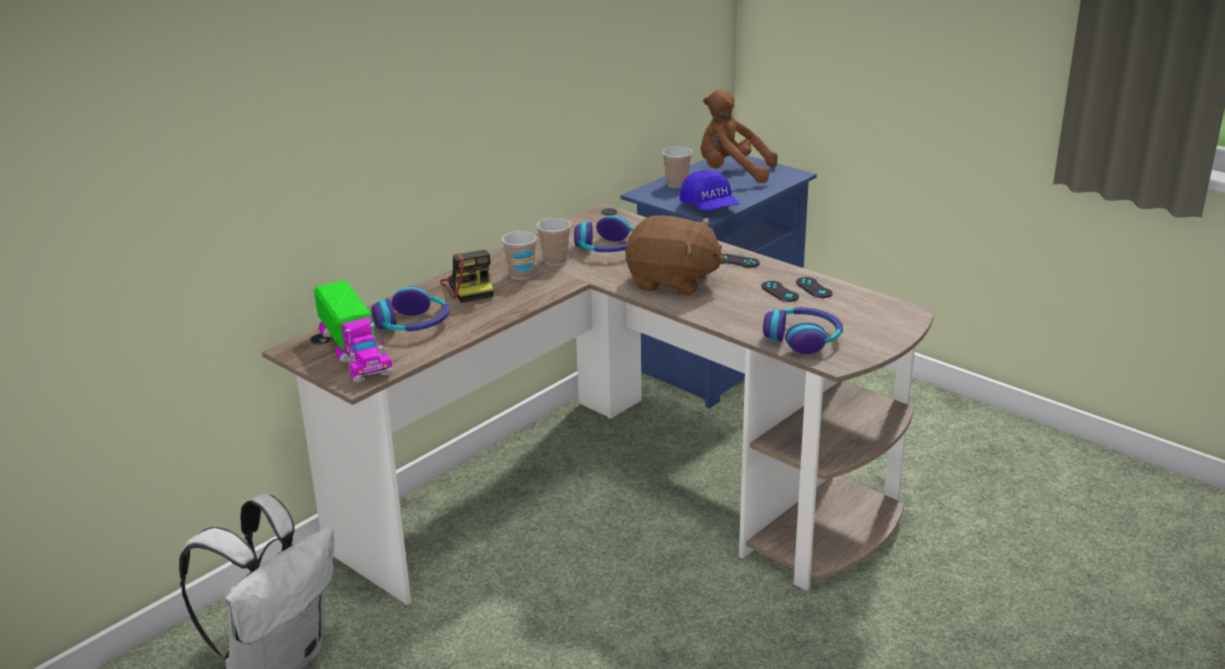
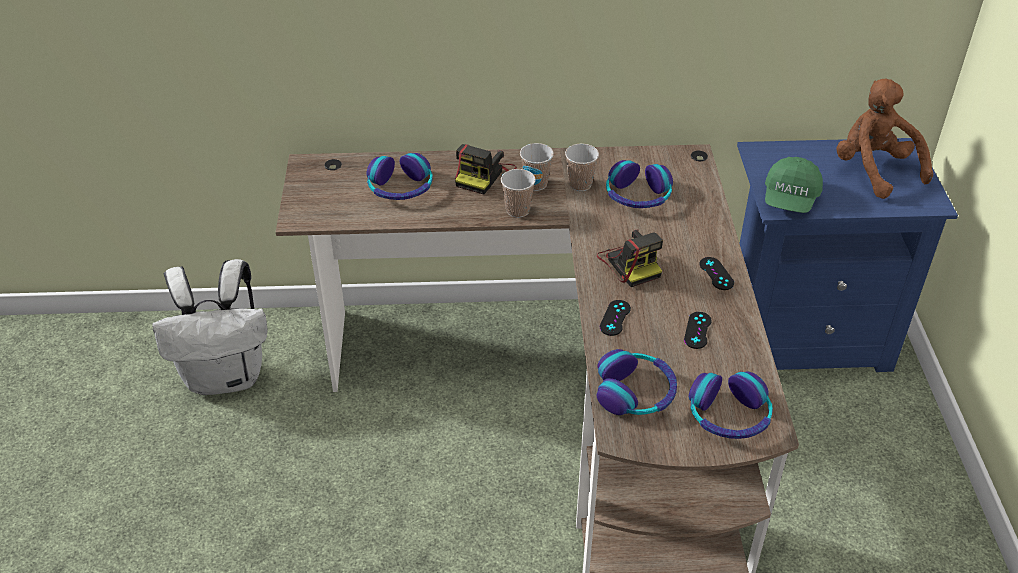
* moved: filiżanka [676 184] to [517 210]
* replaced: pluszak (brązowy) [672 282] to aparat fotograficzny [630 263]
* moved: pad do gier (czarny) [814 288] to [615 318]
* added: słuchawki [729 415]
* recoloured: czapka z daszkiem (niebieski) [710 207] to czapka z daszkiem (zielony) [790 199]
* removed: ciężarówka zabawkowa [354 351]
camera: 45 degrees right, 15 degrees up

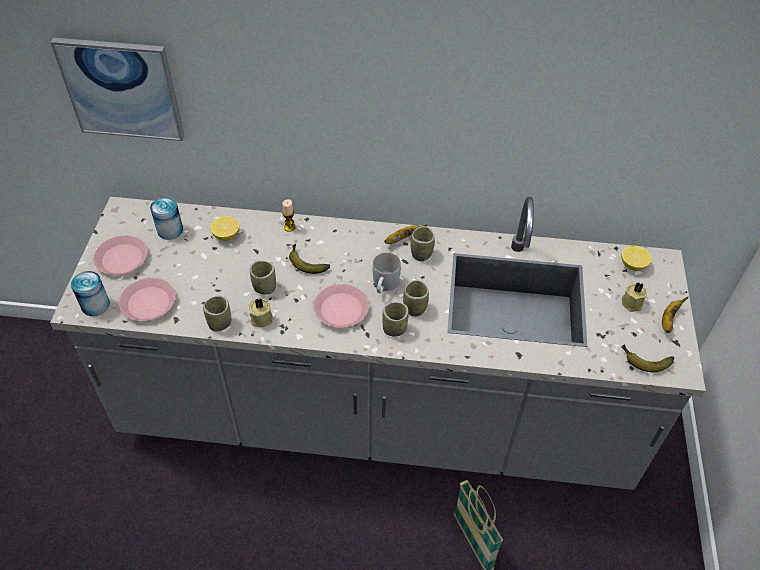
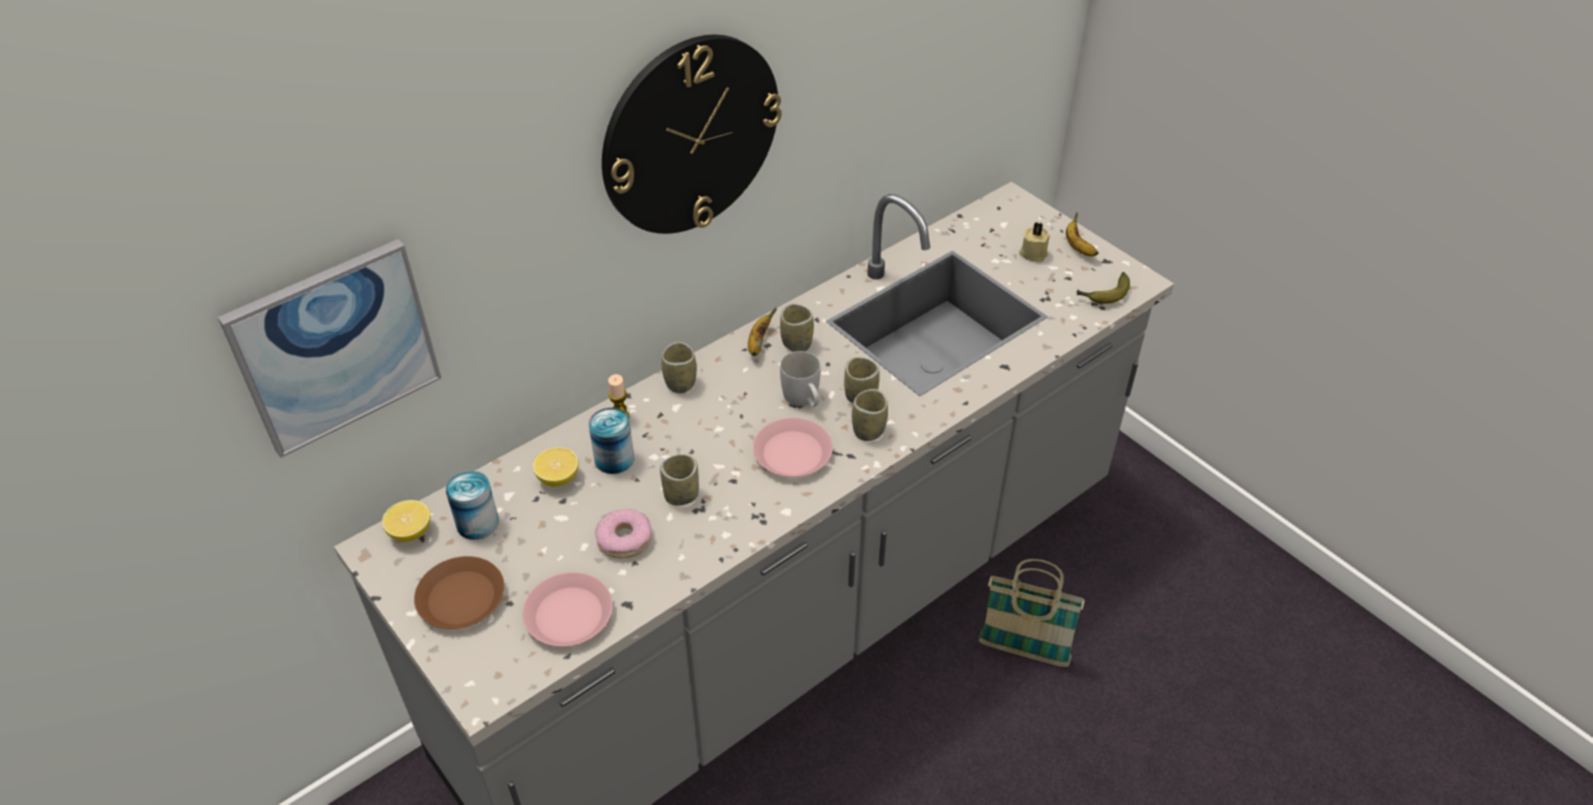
* moved: cytryna [633 265] to [411 532]
* recoloured: talerz (różowy) [122 259] to talerz (brązowy) [461 598]
* moved: puszka [95 305] to [614 459]
* added: donut [624 539]
* added: zegar ścienny [690 135]
* moved: filiżanka [220 323] to [680 383]
* removed: świeca (beżowy) [261 318]
* removed: banan [305 263]
camera: 45 degrees left, 5 degrees down

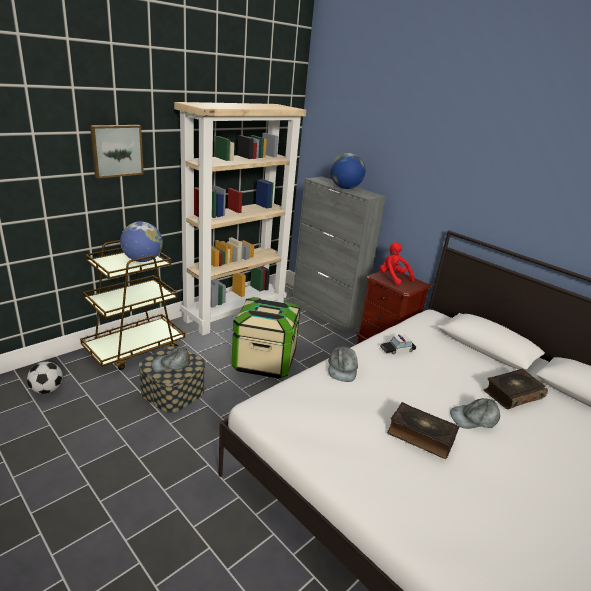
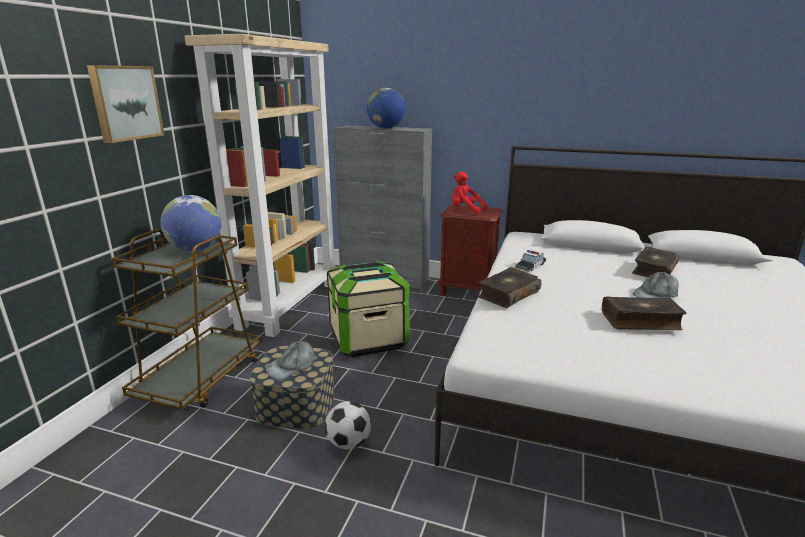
* moved: piłka futbolowa [47 390] to [348 443]
* replaced: czapka z daszkiem (szary) [342 368] to książka [507 294]
camera: 25 degrees left, 5 degrees down

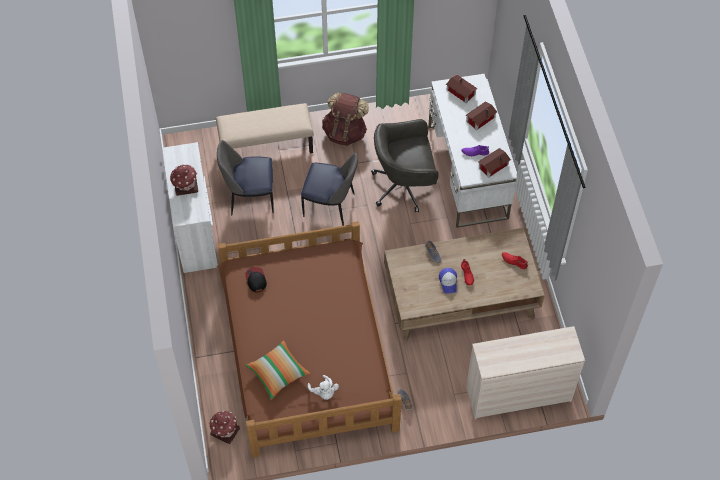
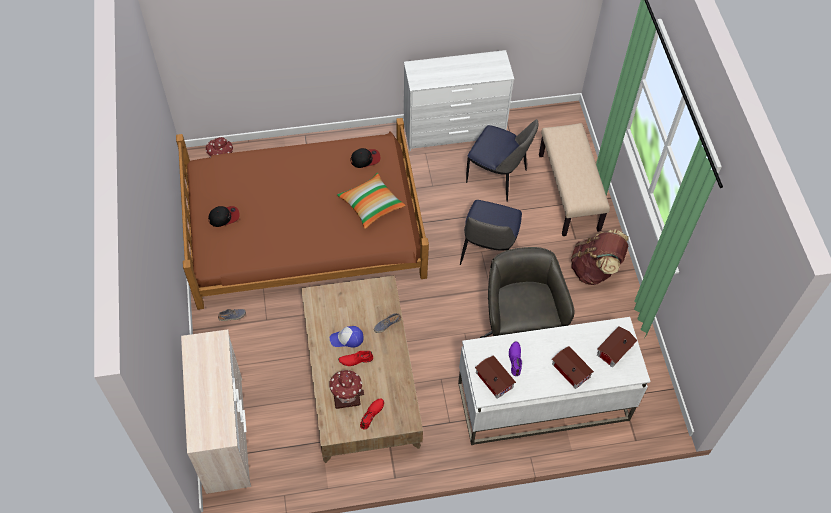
* replaced: pluszak (biały) [324 392] to czapka z daszkiem [224 217]
* moved: domek [185 186] to [346 394]
* moved: poduszka [278 373] to [371 205]
* turned: krzesło [250 198] = [498 177] 120 degrees clockwise
camera: 90 degrees right, 0 degrees up

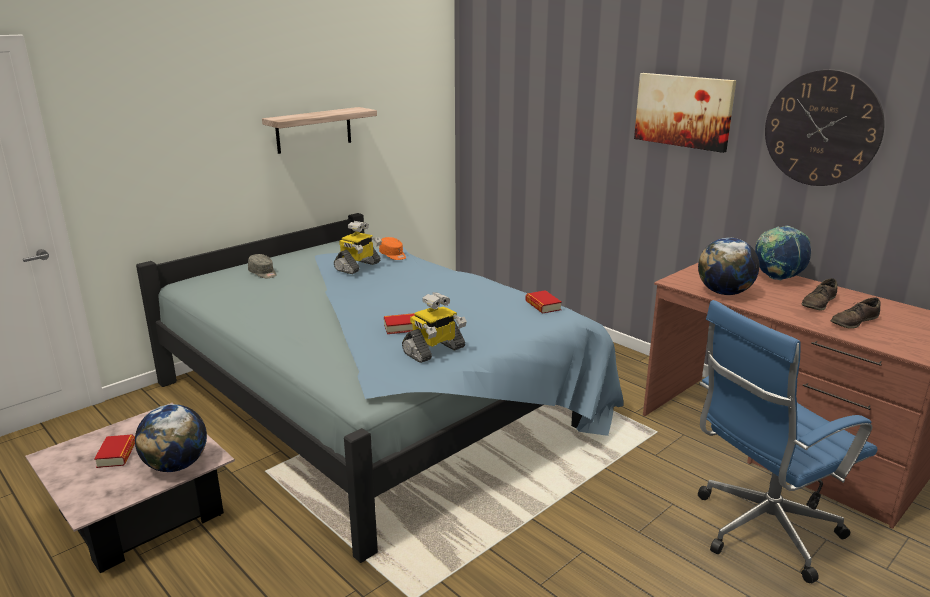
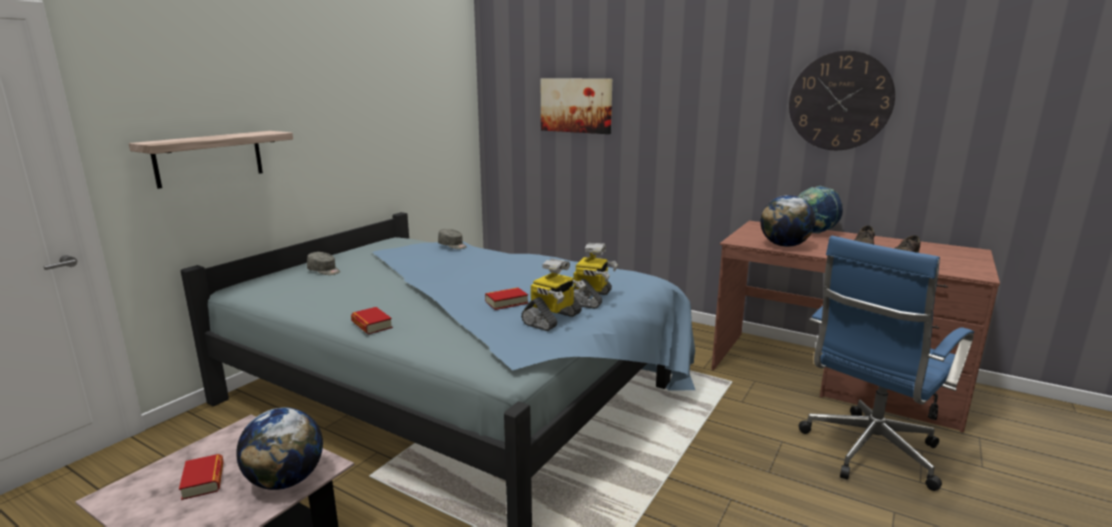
* moved: półka [314 130] to [209 158]
* moved: książka [543 305] to [371 325]
* recoloured: czapka z daszkiem (pomarańczowy) [393 255] to czapka z daszkiem (szary) [453 245]
* moved: obraz [683 111] to [576 105]
* moved: robot zabawkowy [358 266] to [591 299]
camera: 15 degrees left, 5 degrees down

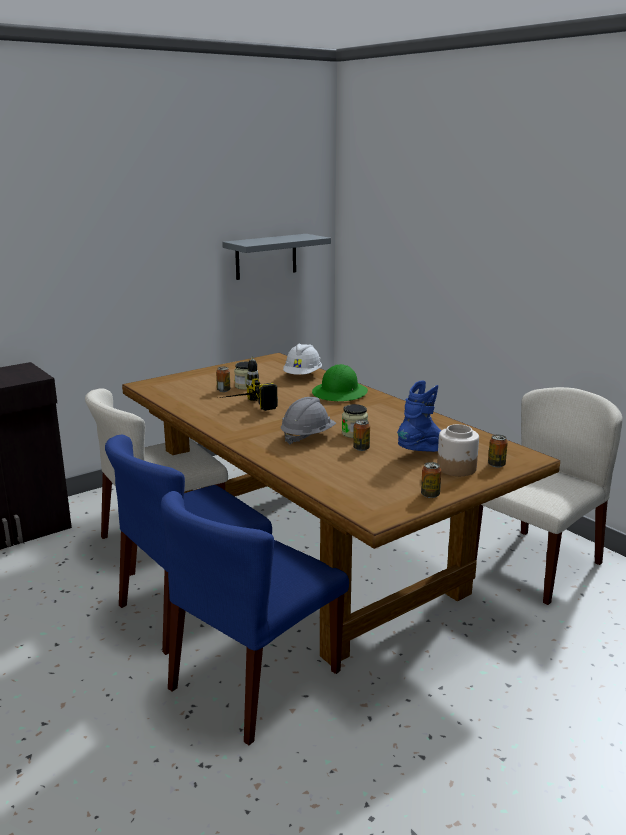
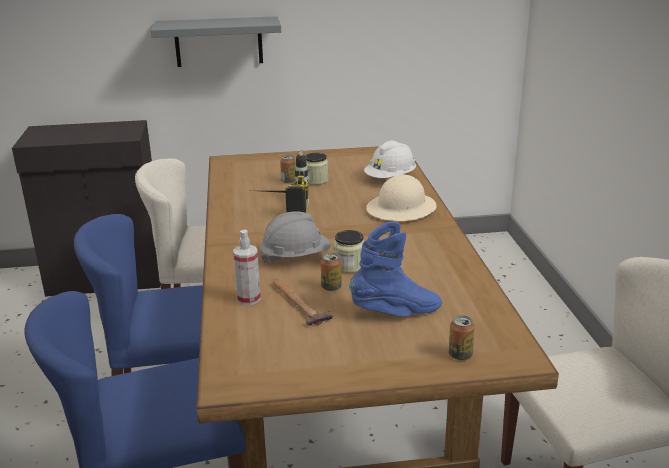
* moved: półka (szary) [266 256] to [218 42]
* added: spryskiwacz [248 299]
* added: młotek [298 303]
* recoloured: kask (zielony) [340 393] to kask (beżowy) [401 209]
* removed: puszka [430 495]
* removed: słoik [457 468]
camera: 30 degrees right, 5 degrees up

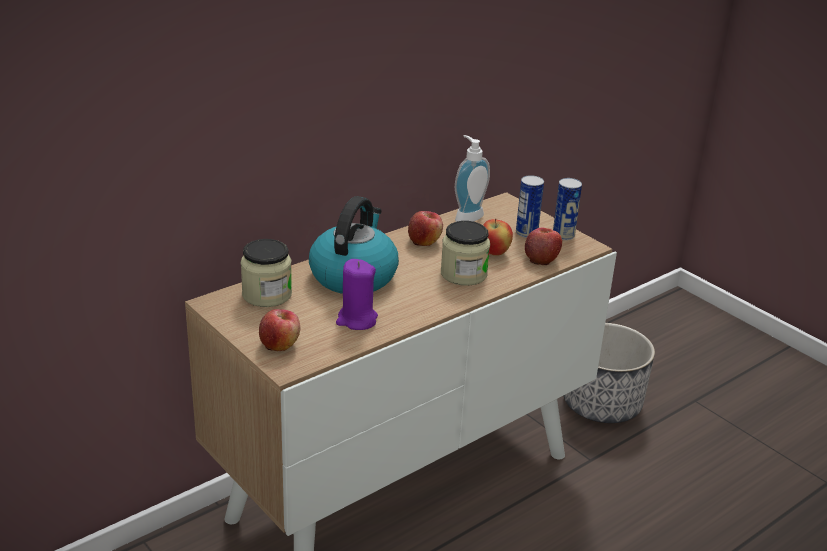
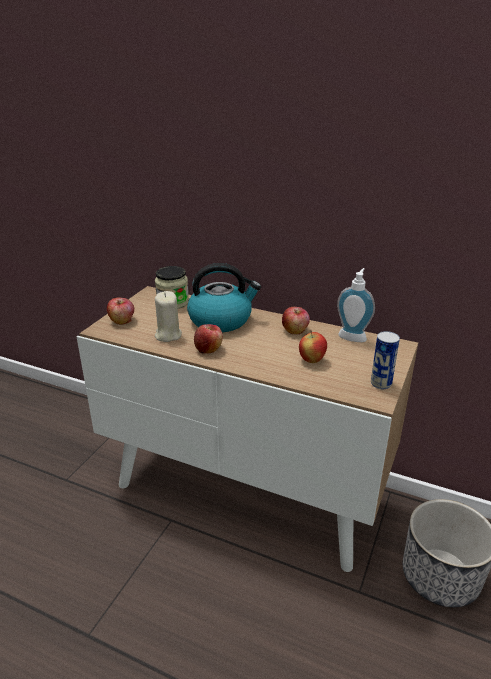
* recoloured: świeca (fioletowy) [356 320] to świeca (beżowy) [168 335]
* moved: jabłko [541 258] to [208 349]
* removed: słoik [463 274]
* removed: puszka [526 233]
camera: 65 degrees right, 0 degrees up

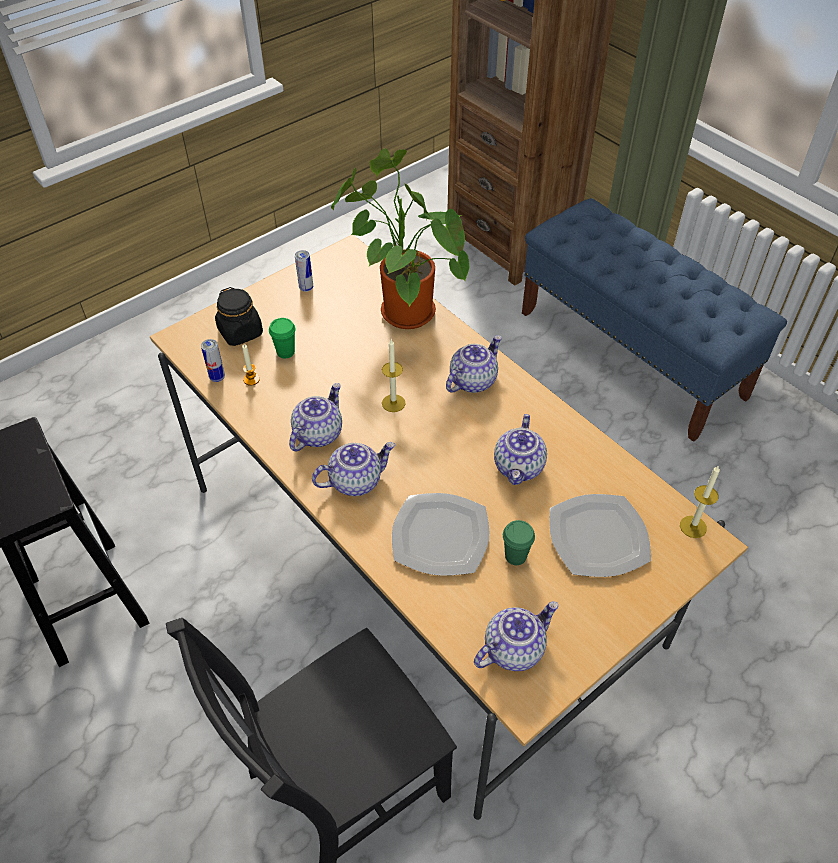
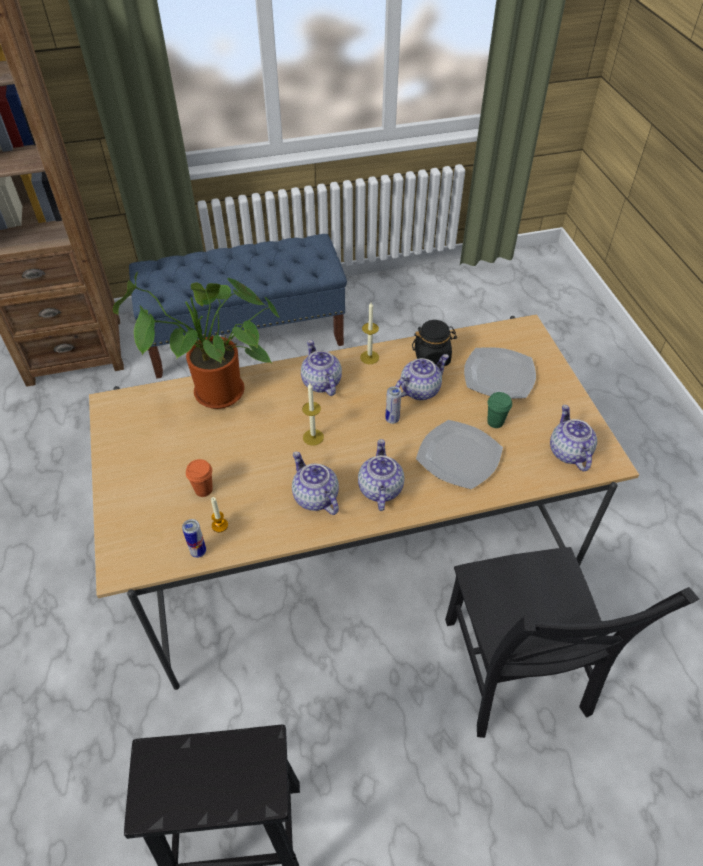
* recoloured: filiżanka (zielony) [285 352] to filiżanka (pomarańczowy) [203 490]
* moved: świeca [693 526] to [369 357]
* moved: puszka [306 288] to [392 419]
* turned: imbryk [519 467] = [419 390] 75 degrees counterclockwise
* moved: słoik (czarny) [240 332] to [432 357]
camera: 65 degrees left, 0 degrees up

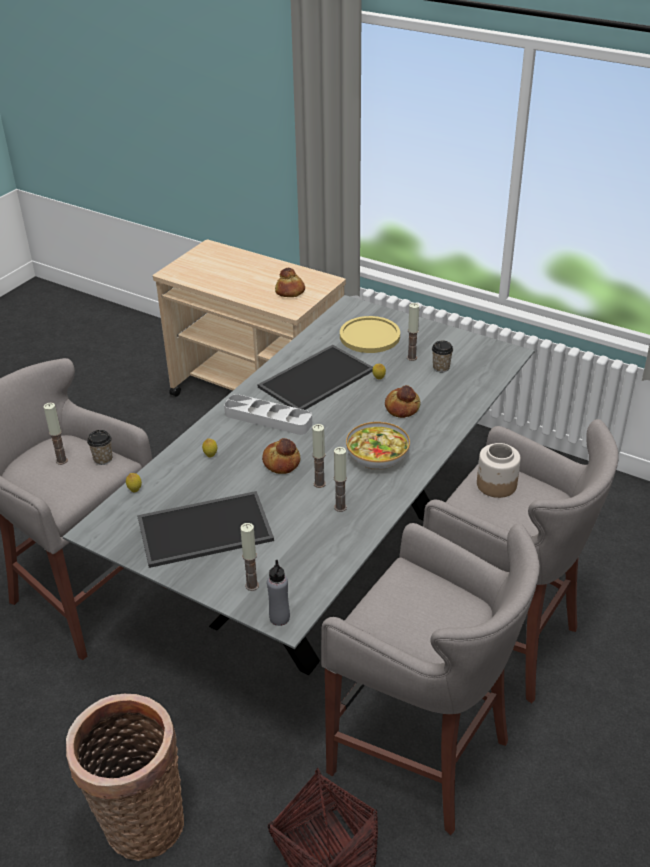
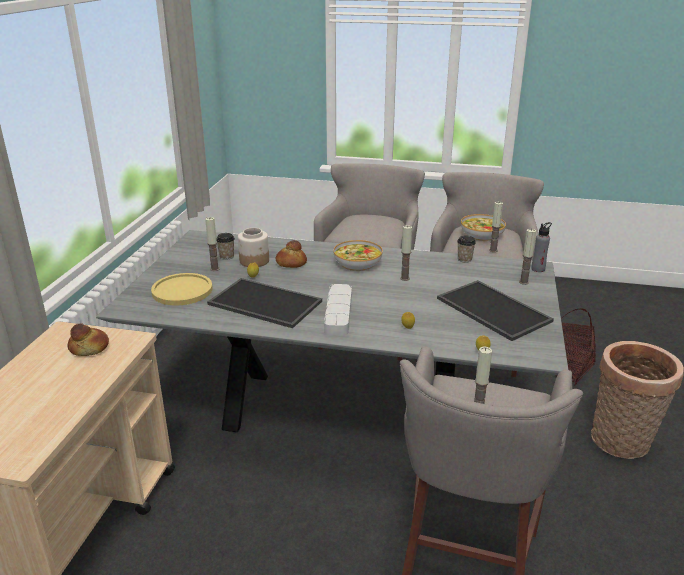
* moved: słoik [496 485] to [254 261]
* moved: filiżanka [103 459] to [464 259]
* added: miska [481 235]
* moved: świeca [340 507] to [493 250]
* removed: chleb [282 462]
camera: 110 degrees left, 10 degrees down

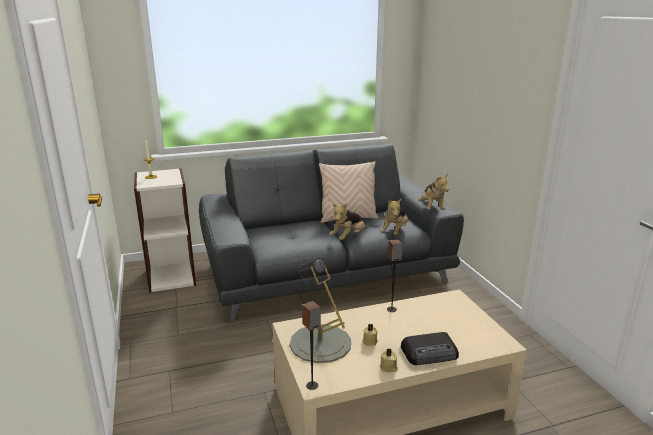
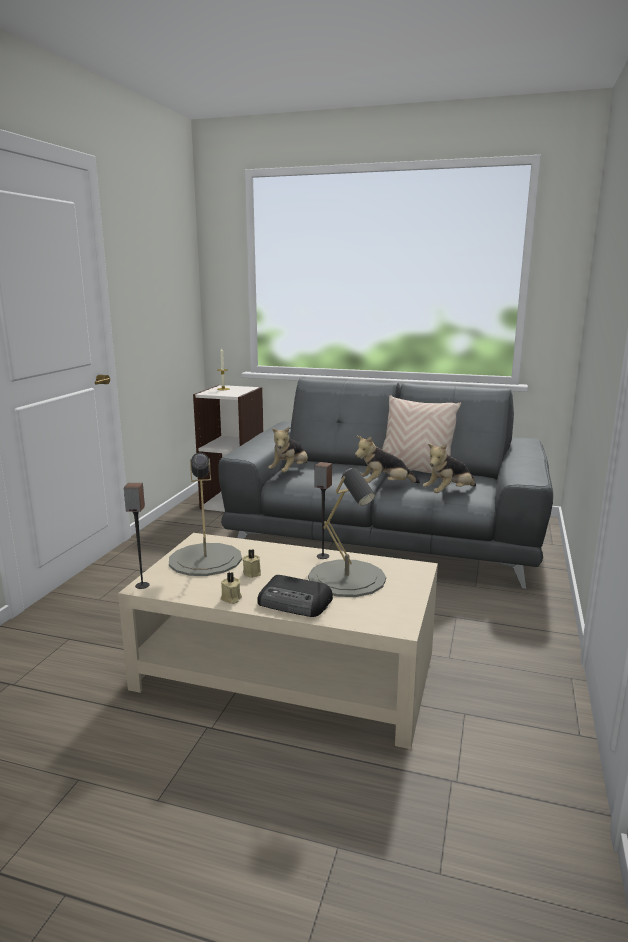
* moved: pluszak [431 208] to [290 472]
* added: lampa stołowa (szary) [347 578]
camera: 35 degrees right, 5 degrees down

